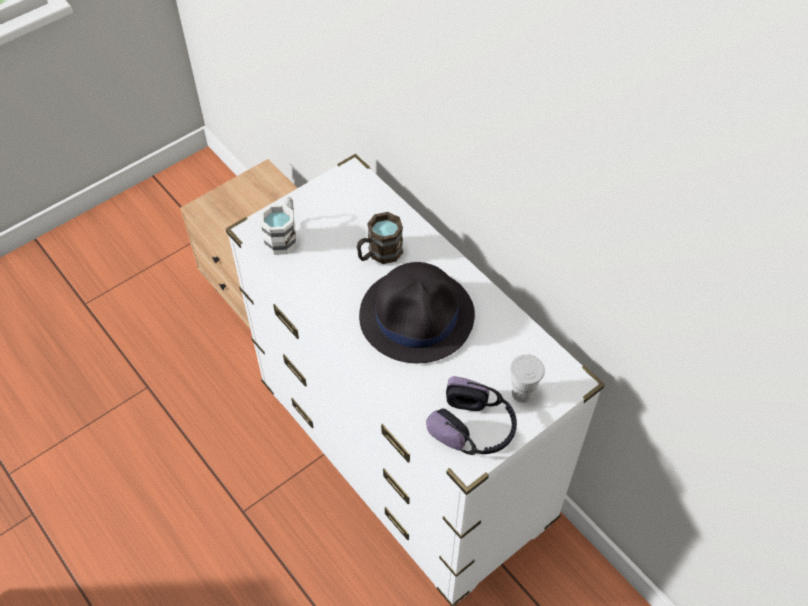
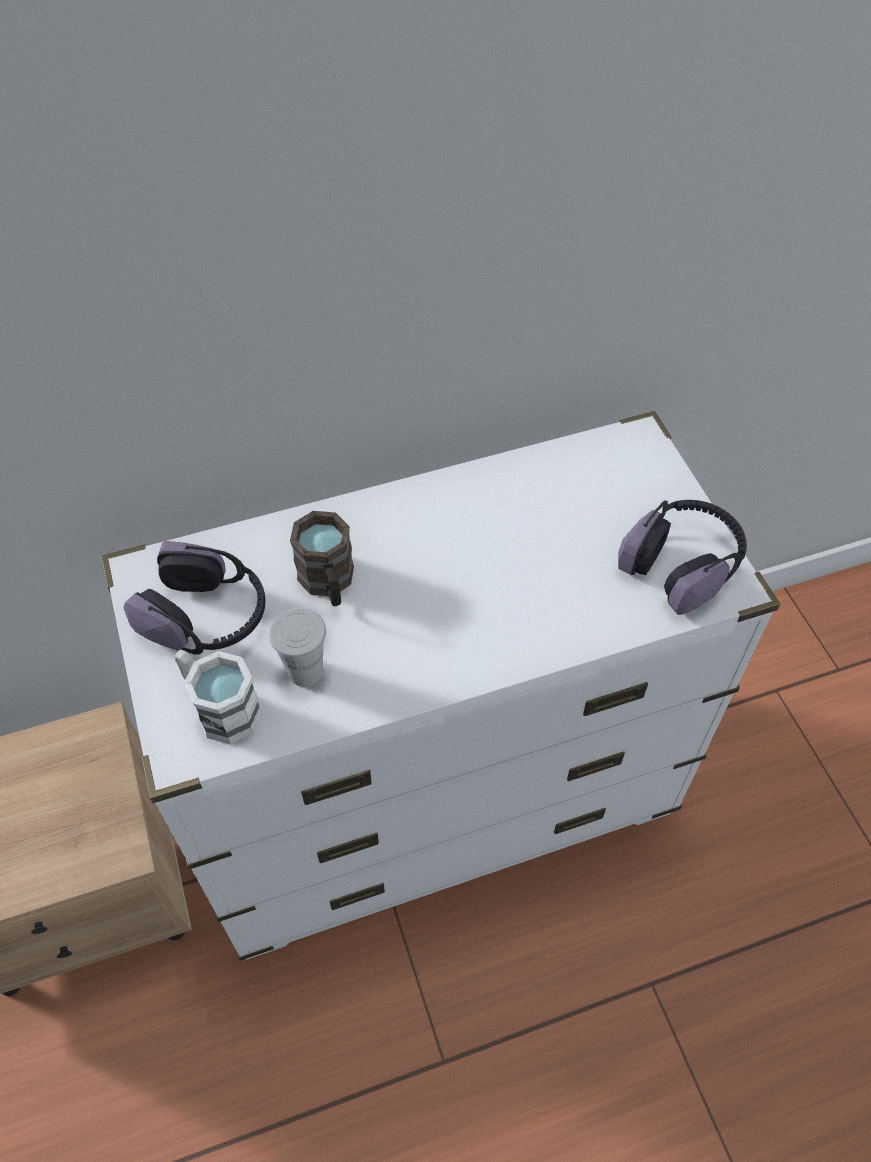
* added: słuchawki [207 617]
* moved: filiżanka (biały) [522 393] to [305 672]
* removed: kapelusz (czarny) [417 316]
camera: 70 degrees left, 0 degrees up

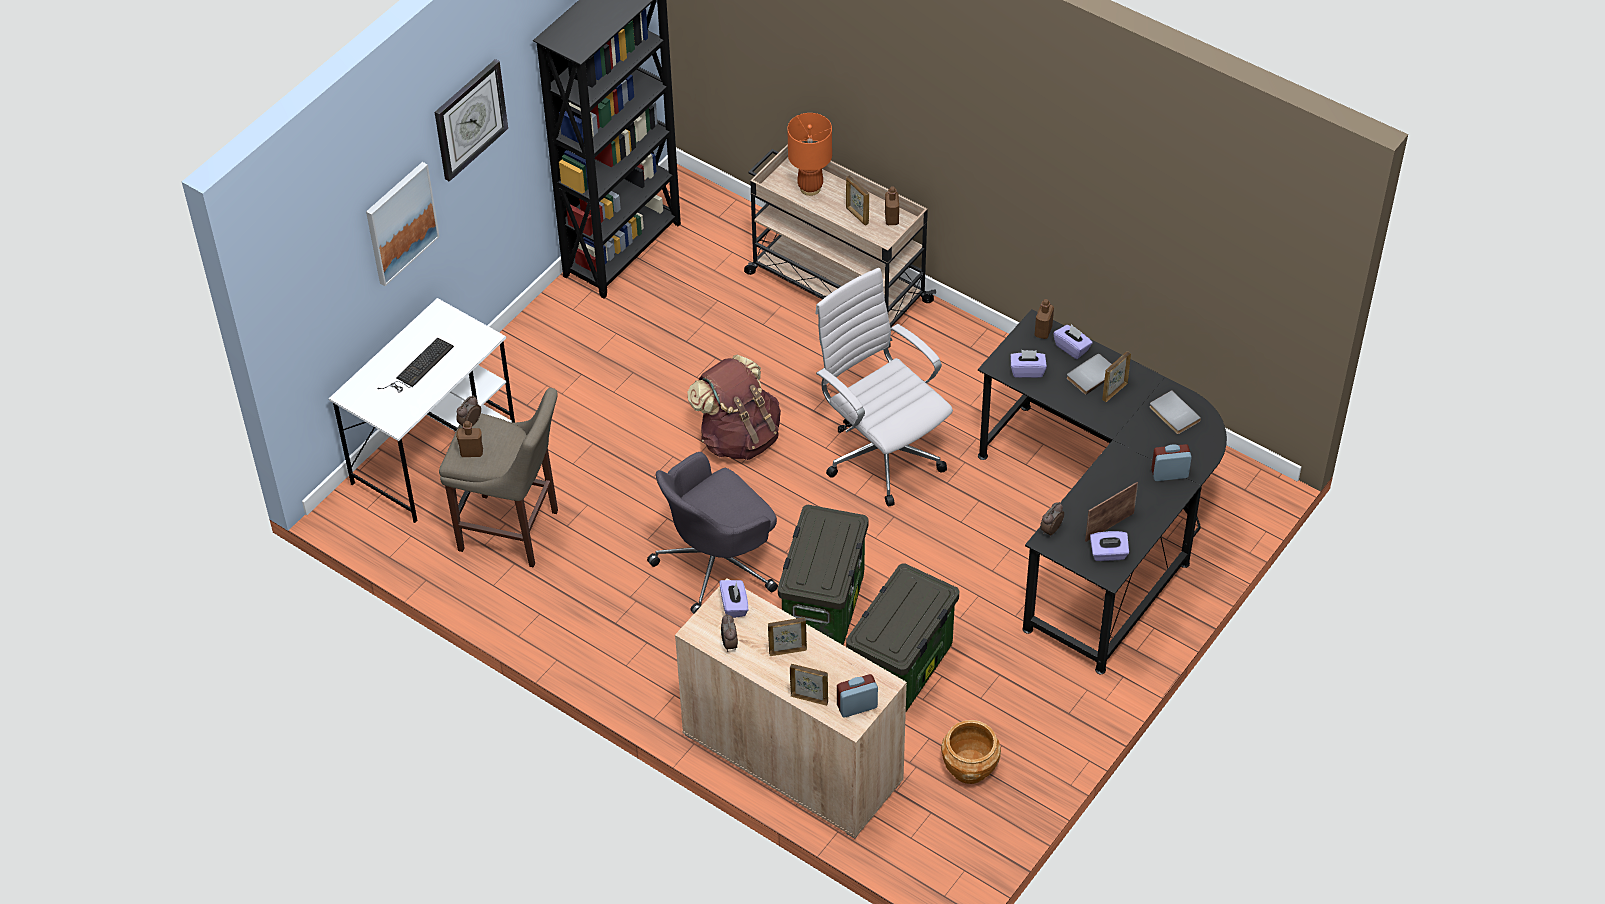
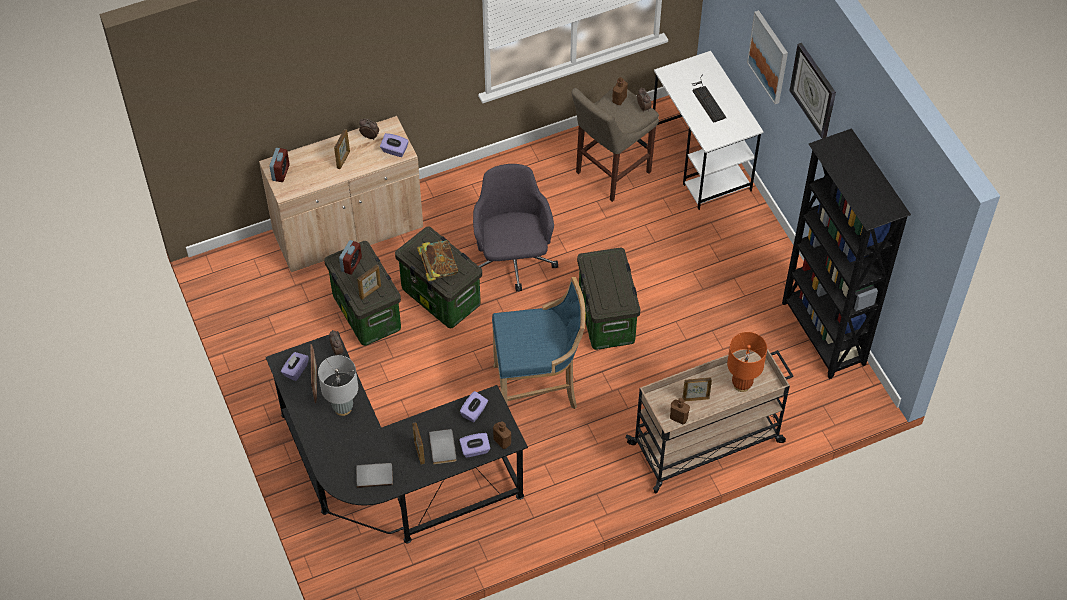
* added: lampa stołowa (szary) [343 408]
* moved: budzik [1169 473] to [351 264]
* moved: ramka na zdjęcie [809 698] to [370 292]
* added: książka [438 269]
* replaced: krzesło biurowe (biały) [881 454] to stołek (niebieski) [538 389]
* replaced: plecak (brązowy) [738 437] to pojemnik do przechowywania [607 319]
* removed: donica (brązowy) [969 767]
camera: 120 degrees right, 5 degrees up

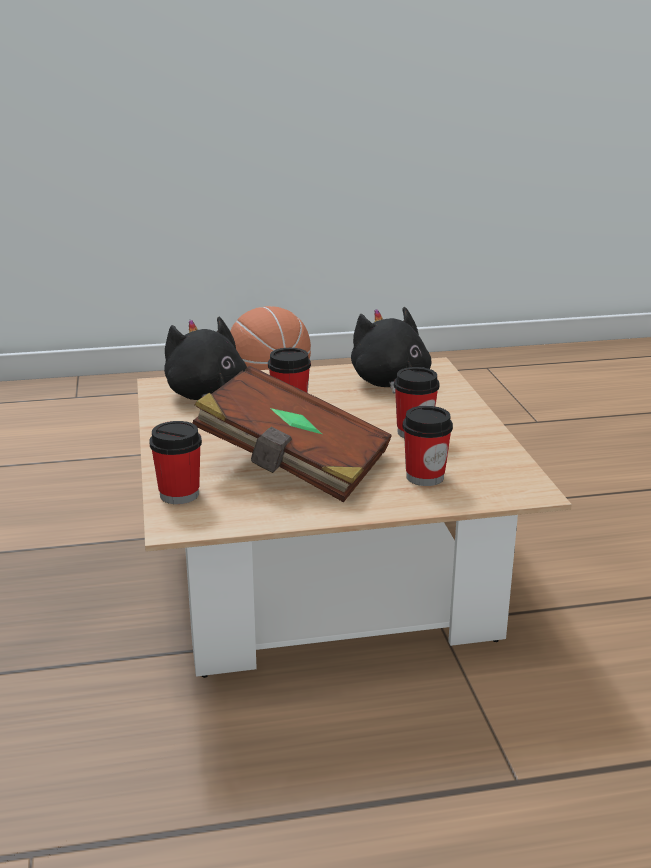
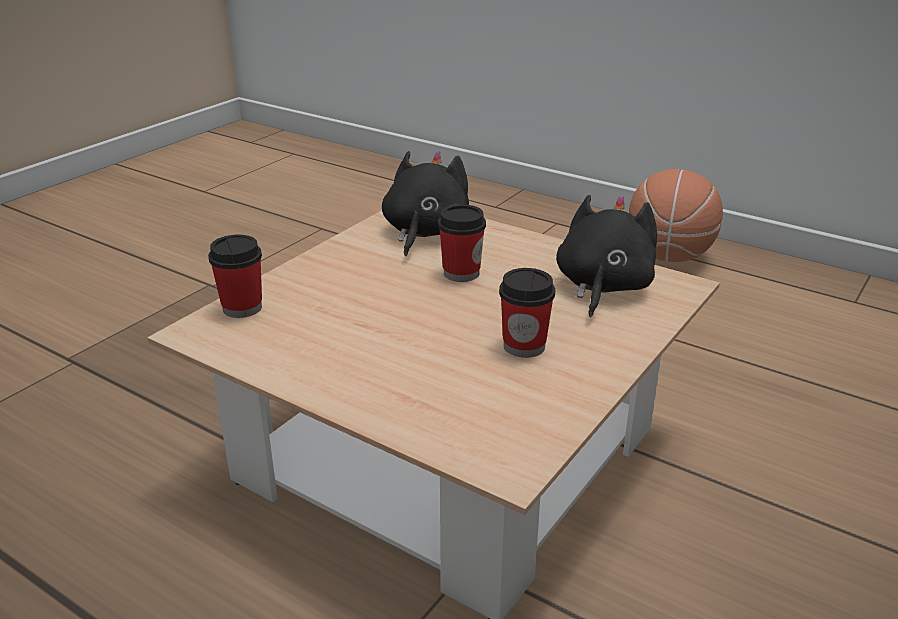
* removed: książka (brązowy) [293 465]
* removed: filiżanka [425 477]
camera: 45 degrees right, 5 degrees up

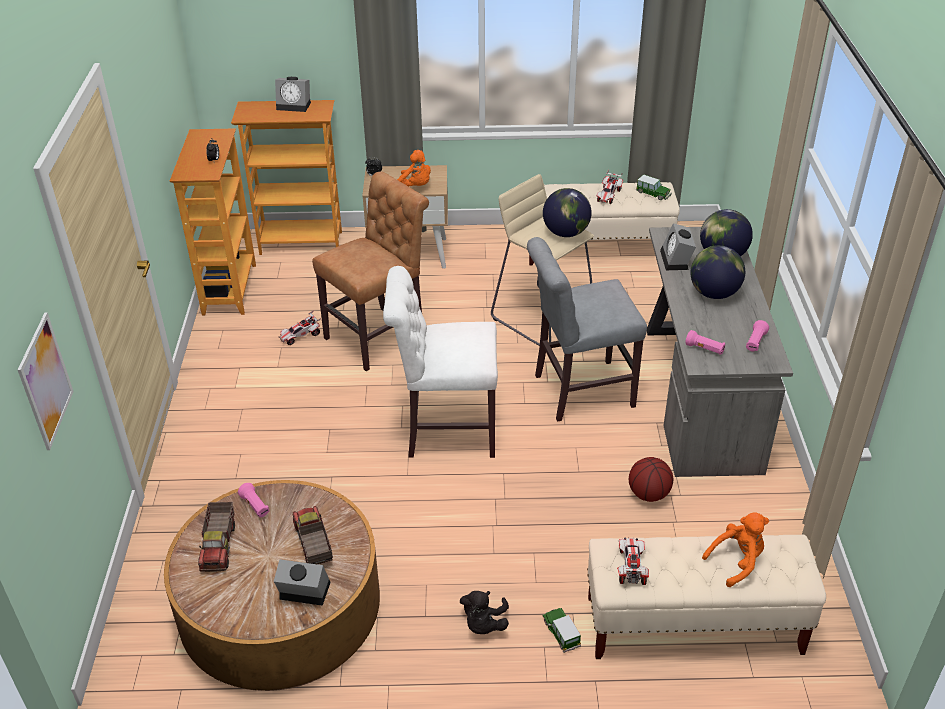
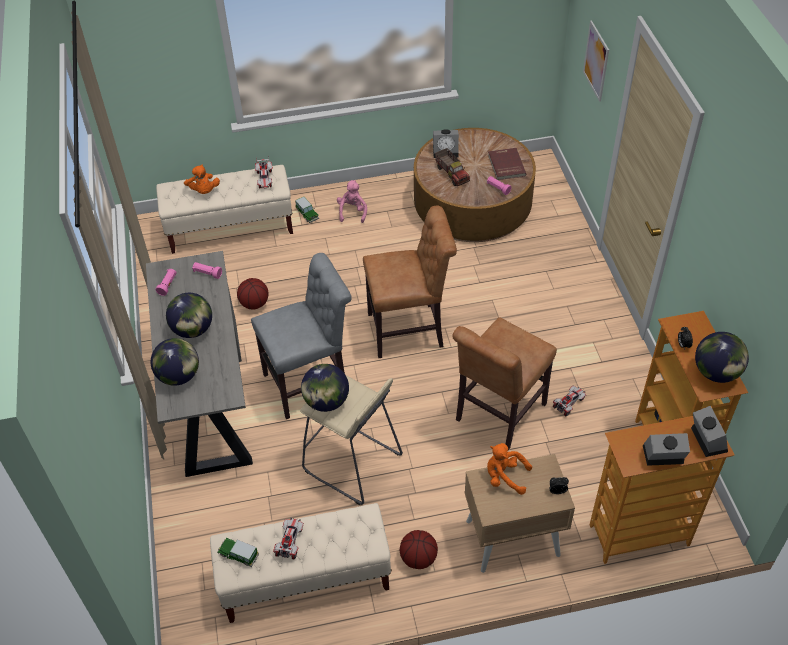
* turned: pluszak (pomarańczowy) [737 561] = [203 191] 75 degrees counterclockwise
* recoloured: pluszak (czarny) [483 624] to pluszak (różowy) [352 212]
* recoloured: krzesło (biały) [446 431] to krzesło (brązowy) [410 330]
* added: piłka do koszykówki [418 558]
* replaced: ciężarówka zabawkowa [220 546] to książka (czerwony) [505 165]
* moved: budzik [676 260] to [706 439]
* added: globus [716 372]
camera: 170 degrees right, 10 degrees up

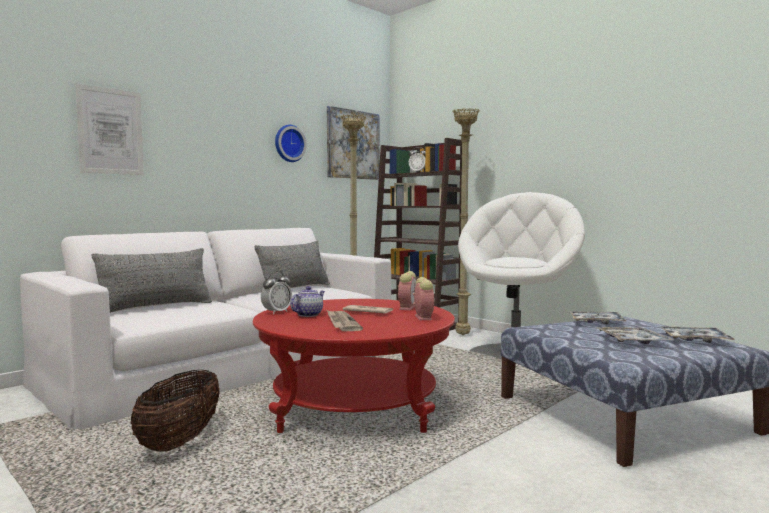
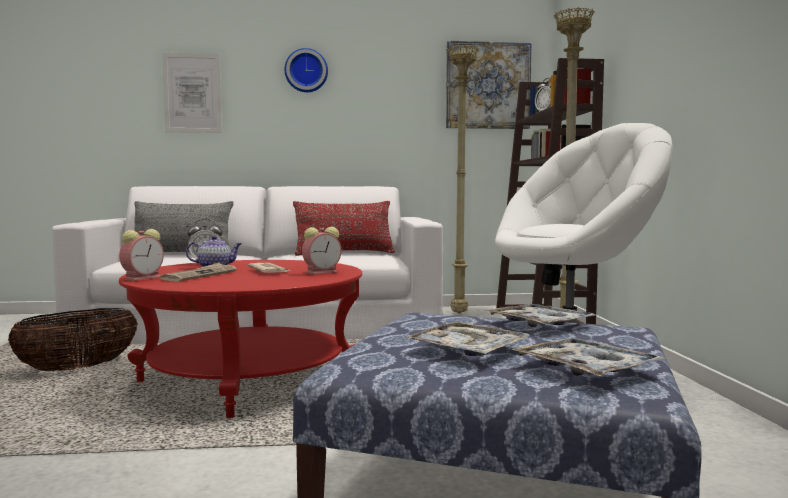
* moved: budzik [422 317] to [143 278]
* moved: zegar ścienny [288 143] to [306 71]
* recoloured: poduszka (szary) [295 289] to poduszka (czerwony) [344 253]
camera: 40 degrees right, 0 degrees up

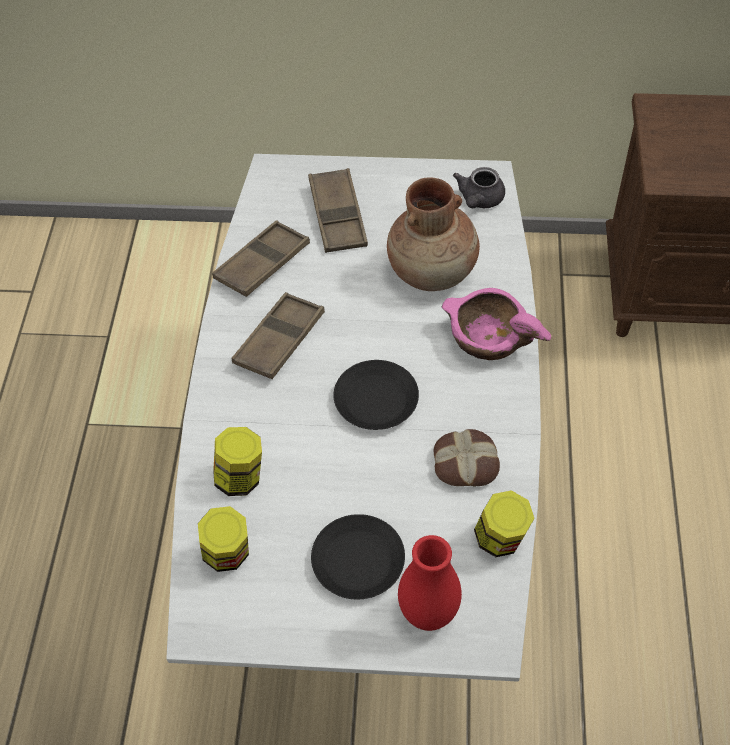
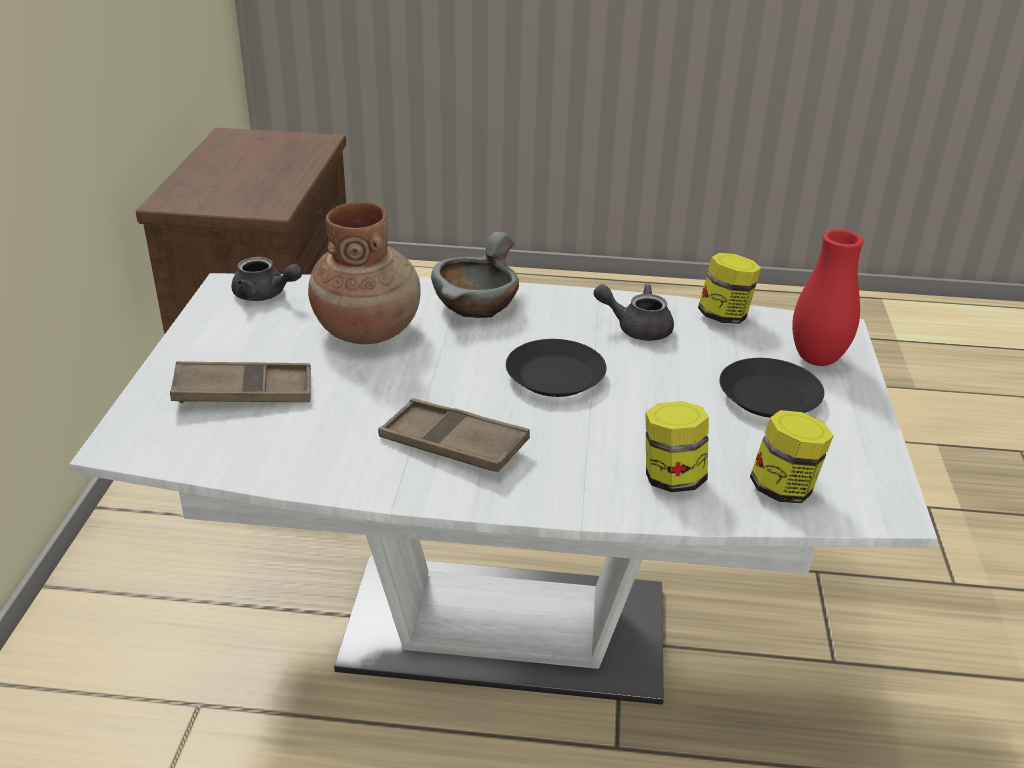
* recoloured: miska (różowy) [488 339] to miska (szary) [476 305]
* replaced: chleb [466 462] to imbryk (szary) [636 328]
* removed: taca (brązowy) [262 263]
camera: 90 degrees left, 20 degrees down

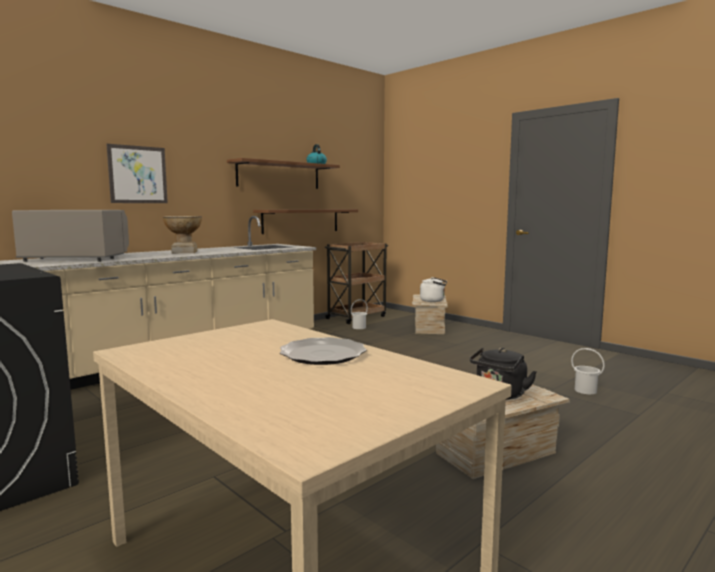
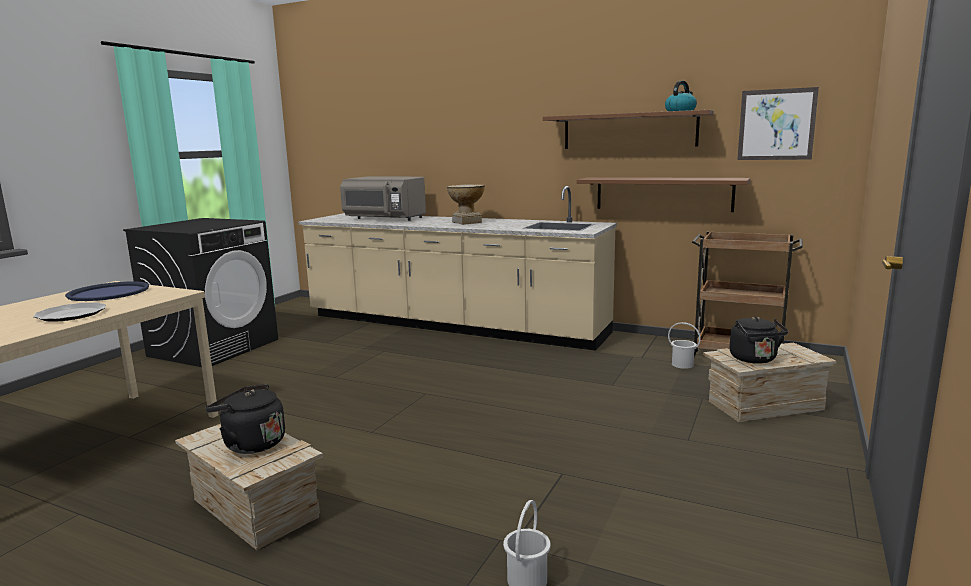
* added: taca (niebieski) [108 293]
* turned: mikrofalówka (szary) [76 259] = [384 219] 135 degrees clockwise
* recoloured: czajnik (biały) [434 301] to czajnik (czarny) [755 359]
* moved: obraz [138 174] to [776 124]
camera: 70 degrees right, 5 degrees up

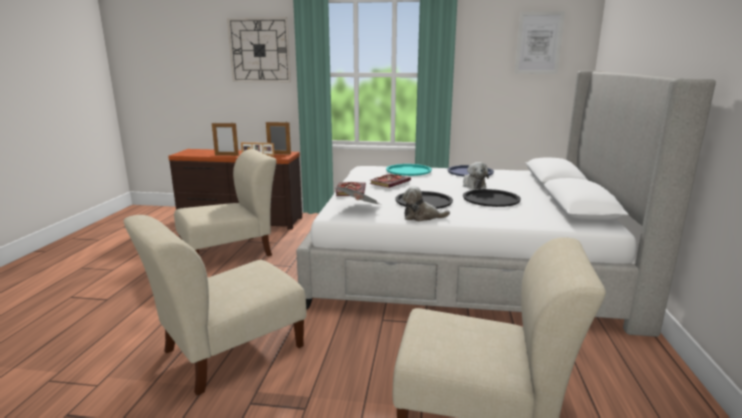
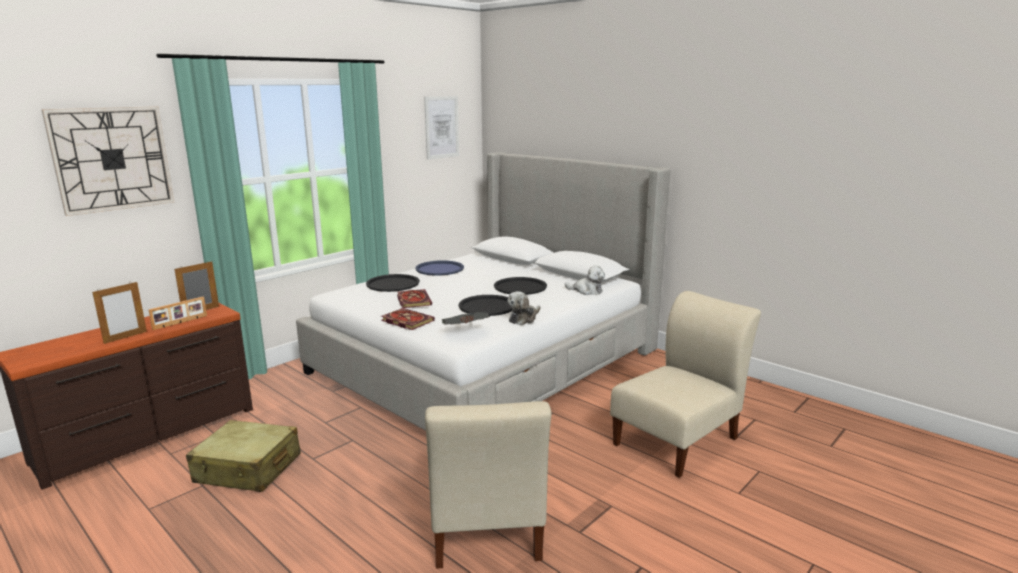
* replaced: krzesło (beżowy) [231 253] to walizka (beżowy) [248 469]
* recoloured: taca (turkusowy) [408 170] to taca (czarny) [393 284]
* moved: pluszak [473 185] to [587 291]
camera: 55 degrees left, 0 degrees up

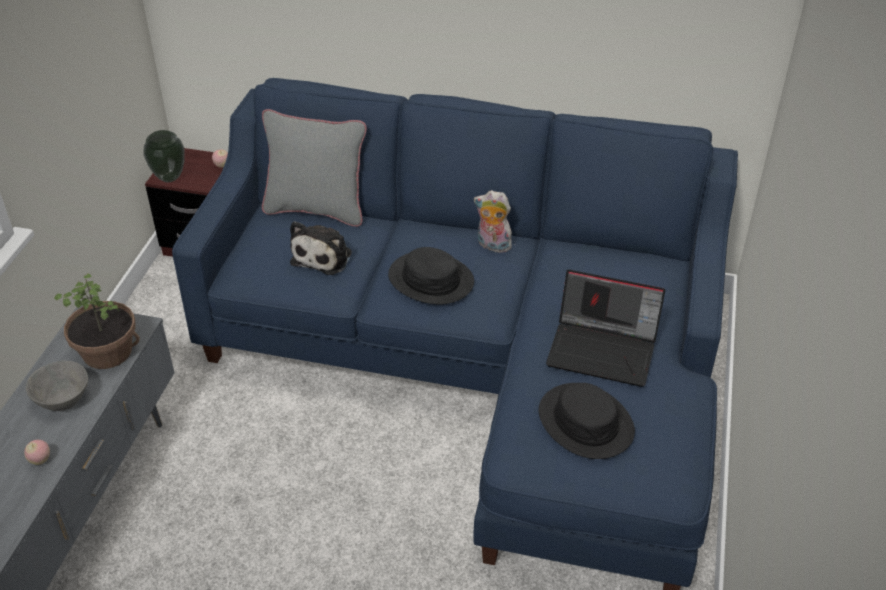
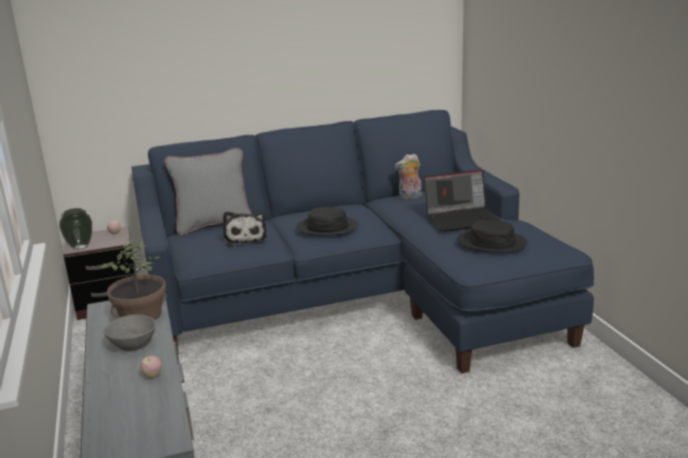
* moved: pluszak [492 246] to [409 197]
camera: 30 degrees left, 20 degrees down

